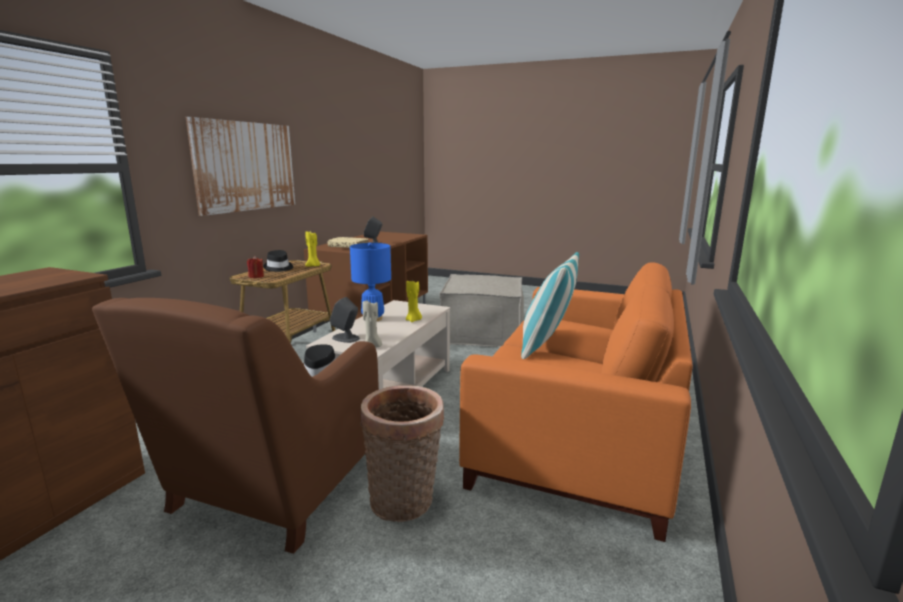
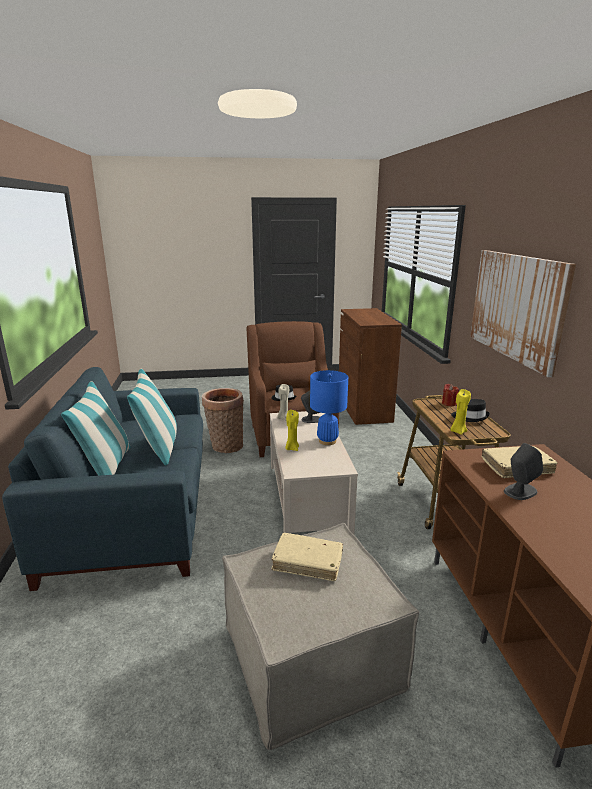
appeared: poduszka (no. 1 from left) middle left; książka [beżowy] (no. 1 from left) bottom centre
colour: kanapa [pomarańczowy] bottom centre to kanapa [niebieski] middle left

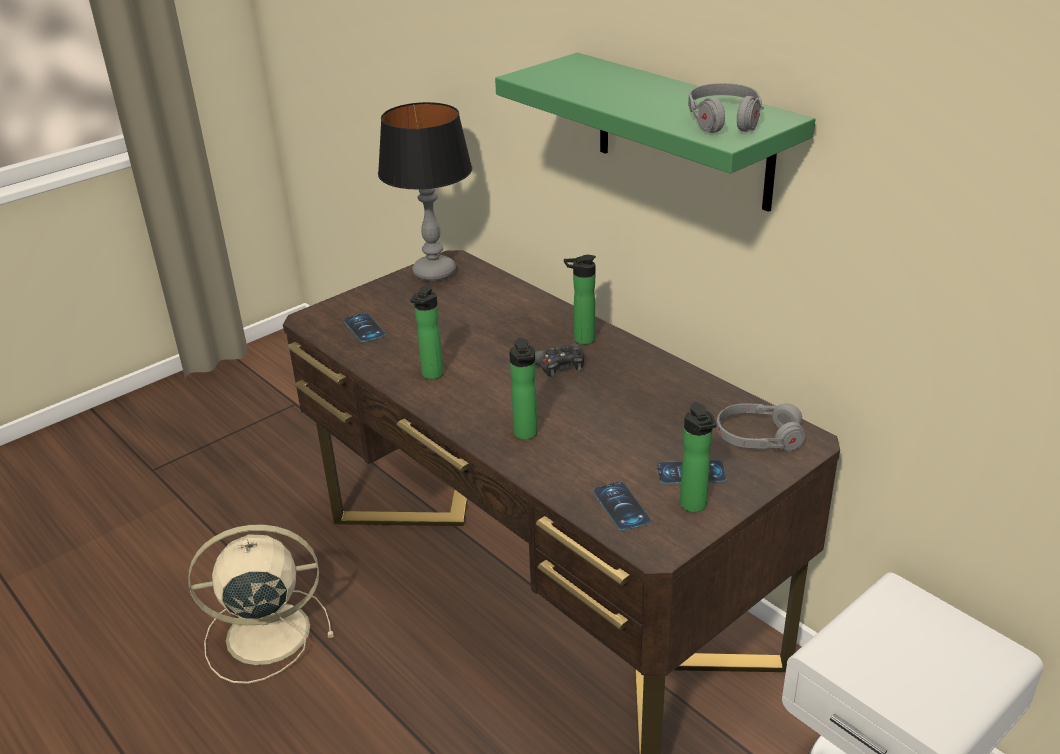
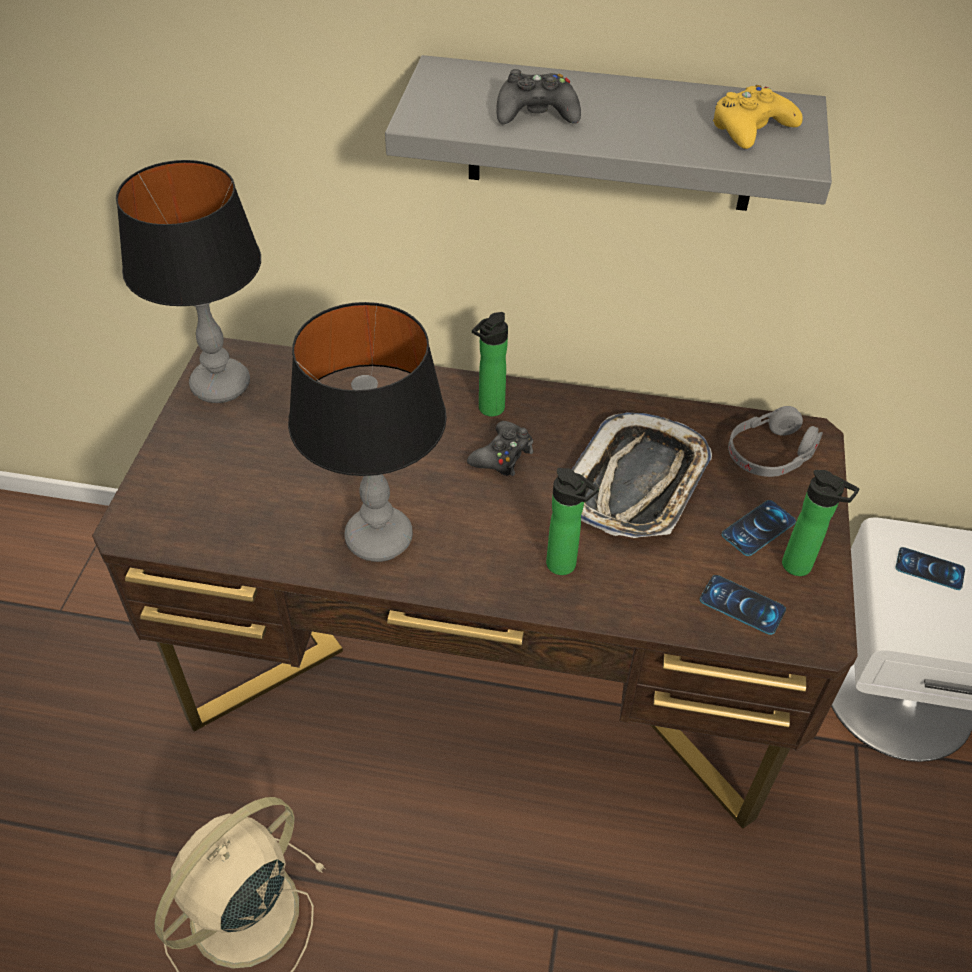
appeared: pad do gier [czarny] (no. 2 from left) top centre; taca centre
relocated: telefon (no. 1 from left in the first image) centre to telefon (no. 3 from left) middle right
exchanged: butelka (no. 1 from left) centre to lampa stołowa (no. 2 from left) centre; słuchawki [szary] (no. 1 from left) top right to pad do gier [żółty] top right
colour: półka [zielony] top centre to półka [szary] top centre

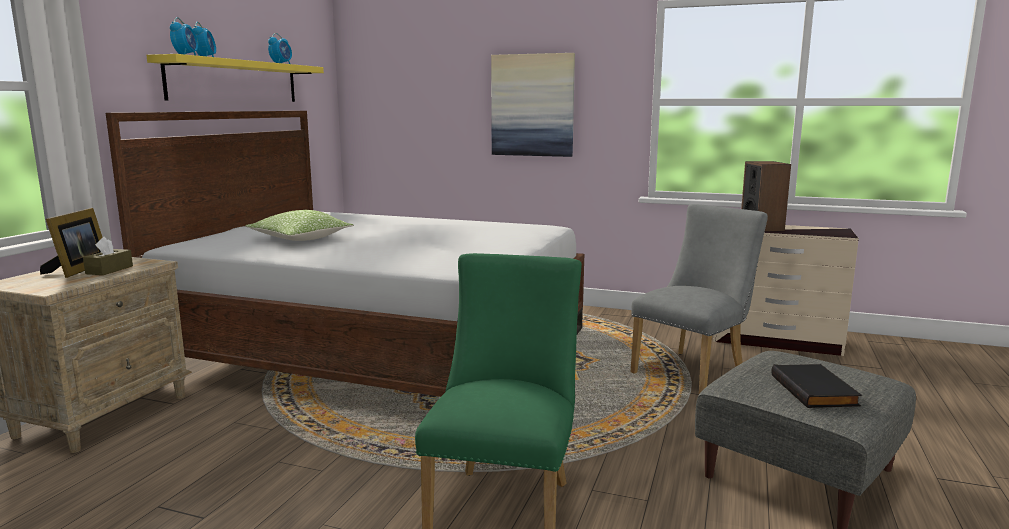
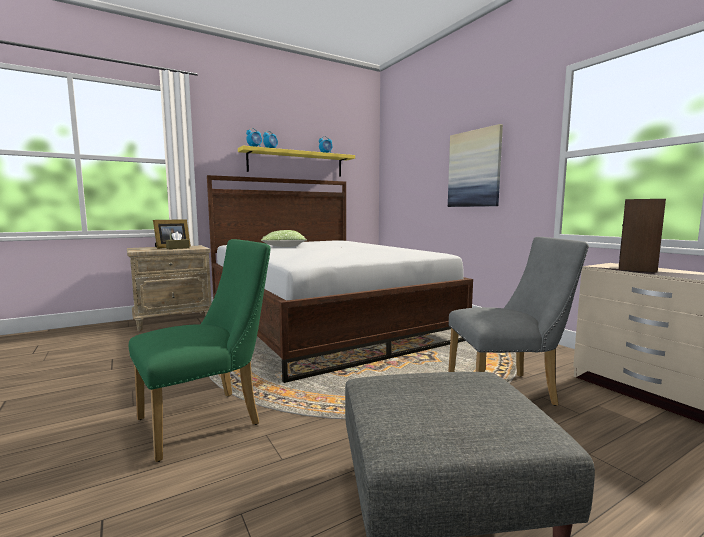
missing: książka [czarny] bottom right

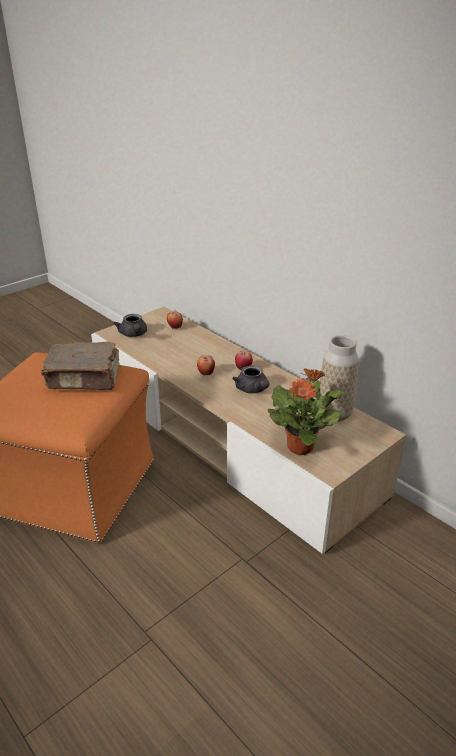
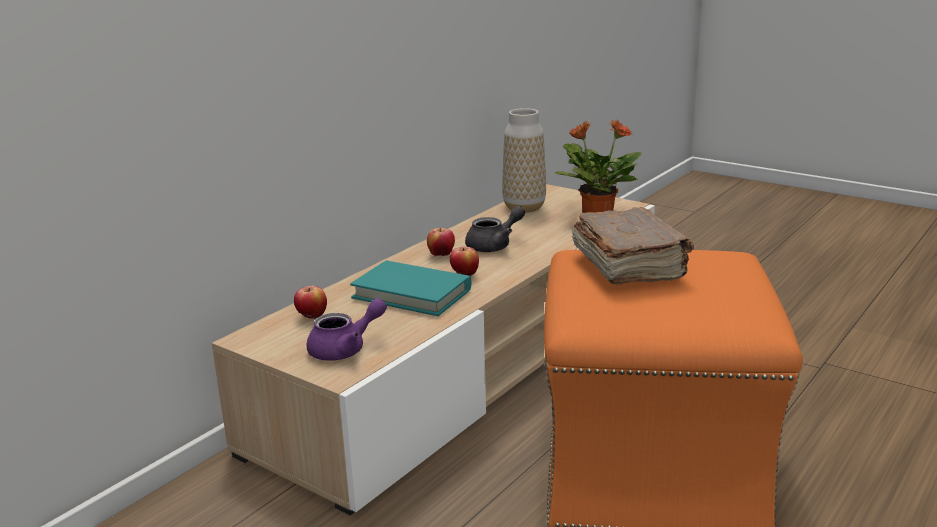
appeared: książka [turkusowy] centre
colour: imbryk [szary] (no. 1 from left) middle left to imbryk [fioletowy] centre

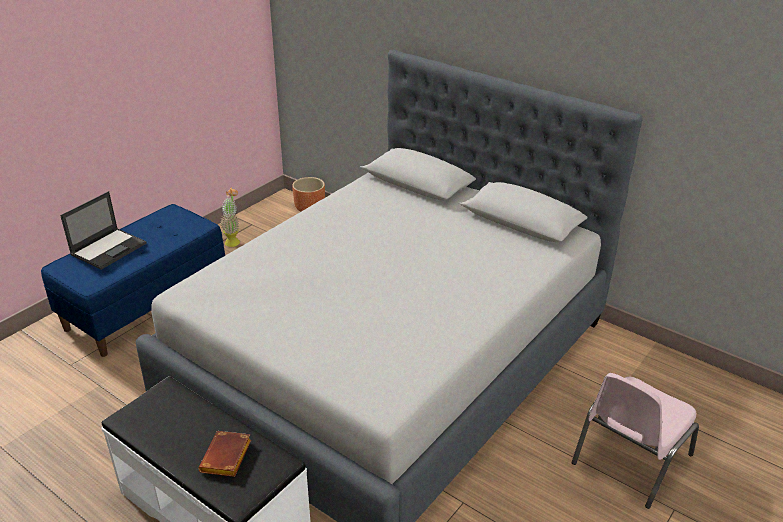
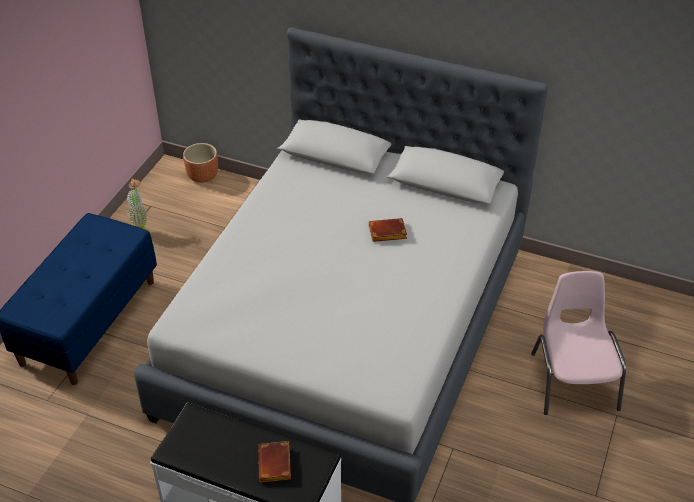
missing: laptop middle left
appeared: książka [brązowy] (no. 2 from left) centre
spun: krzesło [różowy] bottom right = bottom right 150 degrees clockwise

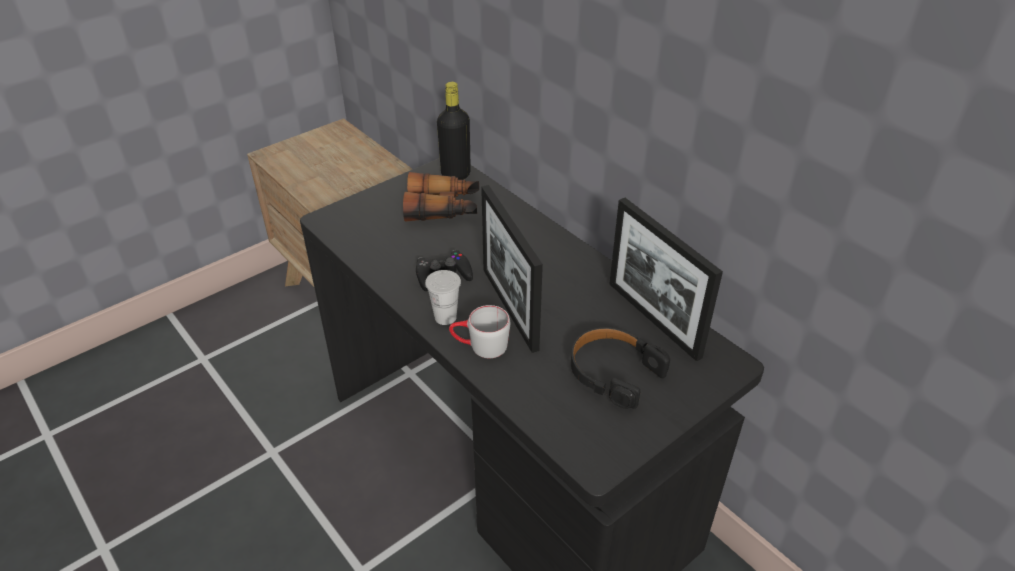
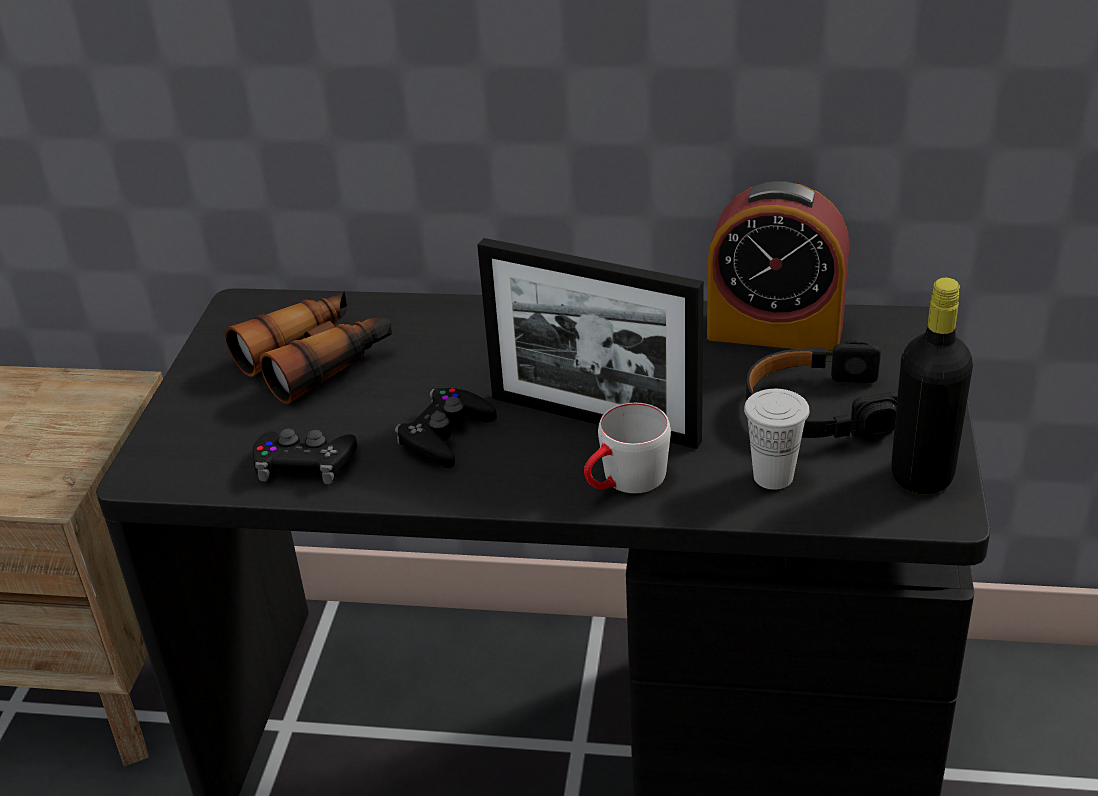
appeared: pad do gier [czarny] (no. 1 from left) middle left
relocated: filiżanka [biały] centre to middle right; butelka [czarny] top centre to middle right
exchanged: ramka na zdjęcie (no. 2 from left) centre to budzik middle right

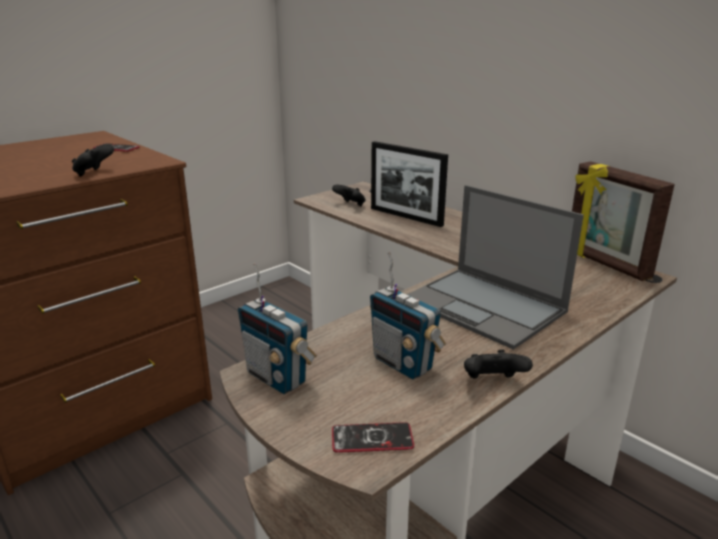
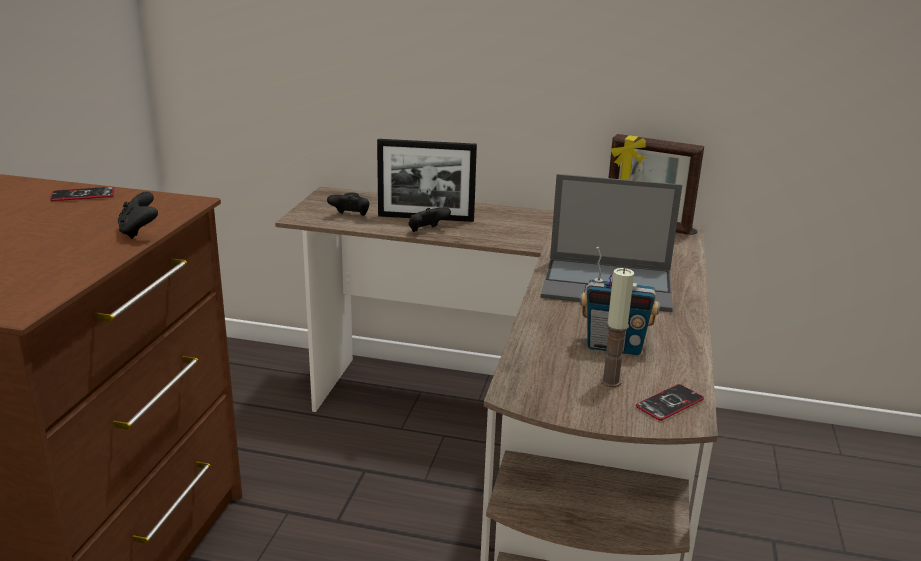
missing: radio (no. 1 from left) centre
appeared: świeca middle right
relocated: pad do gier [czarny] (no. 3 from left) bottom right to centre

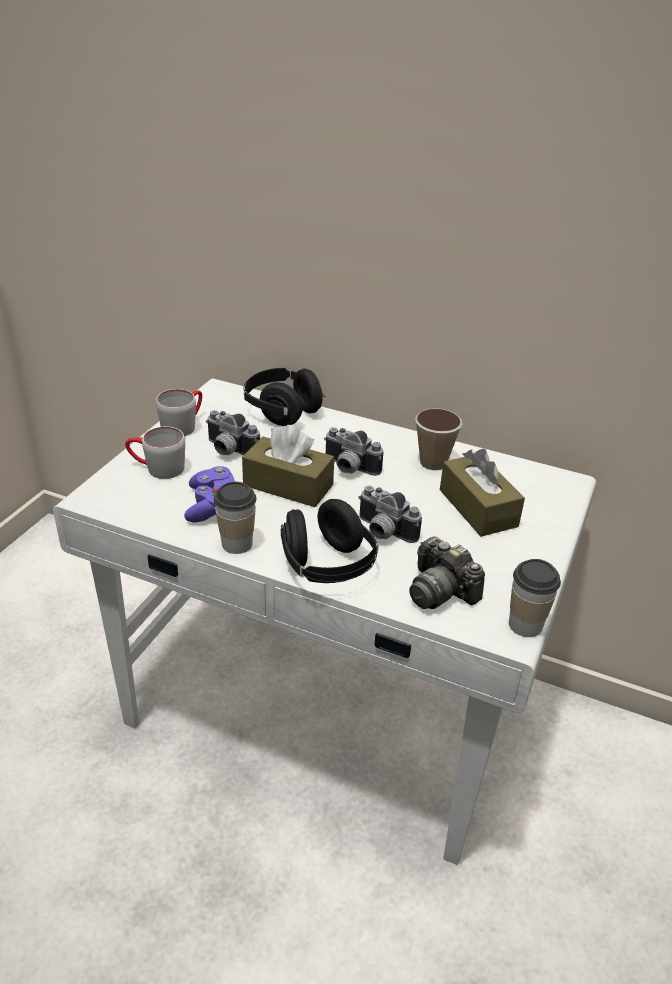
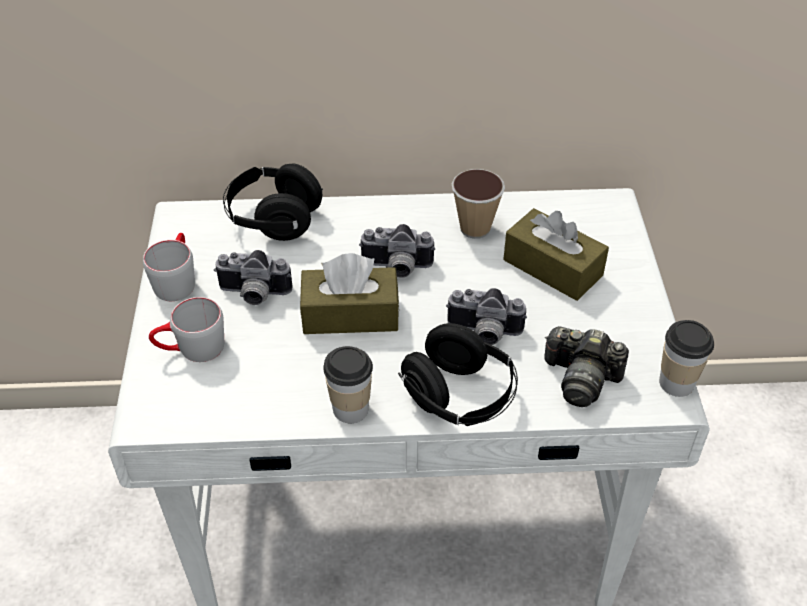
missing: pad do gier [fioletowy] middle left

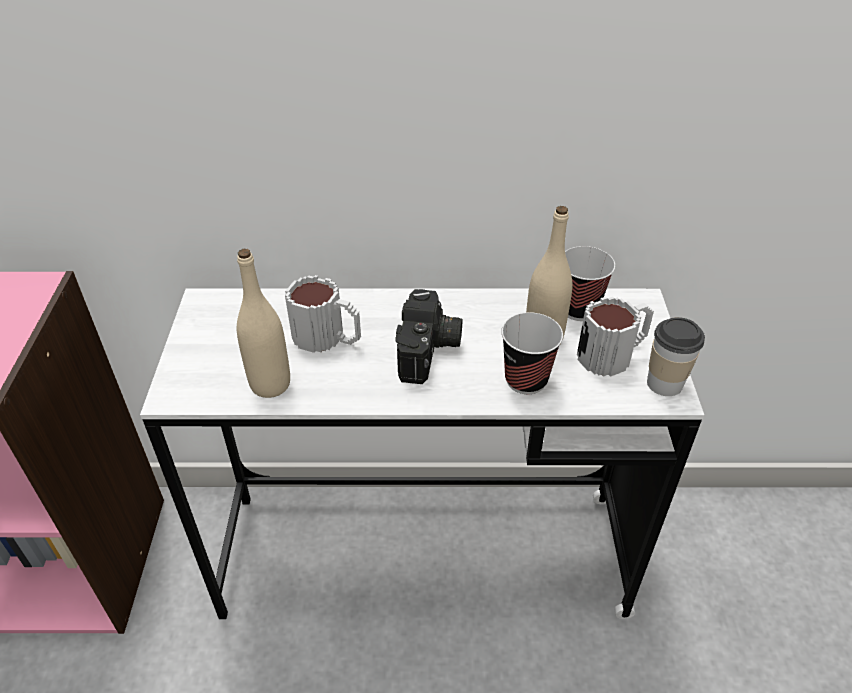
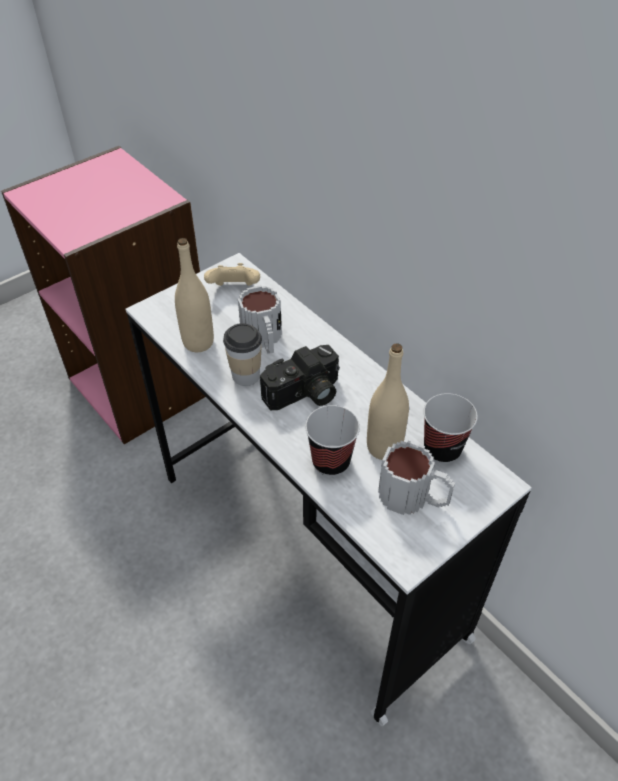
appeared: pad do gier [beżowy] centre
relocated: filiżanka (no. 3 from left in the first image) middle right to filiżanka (no. 1 from left) centre

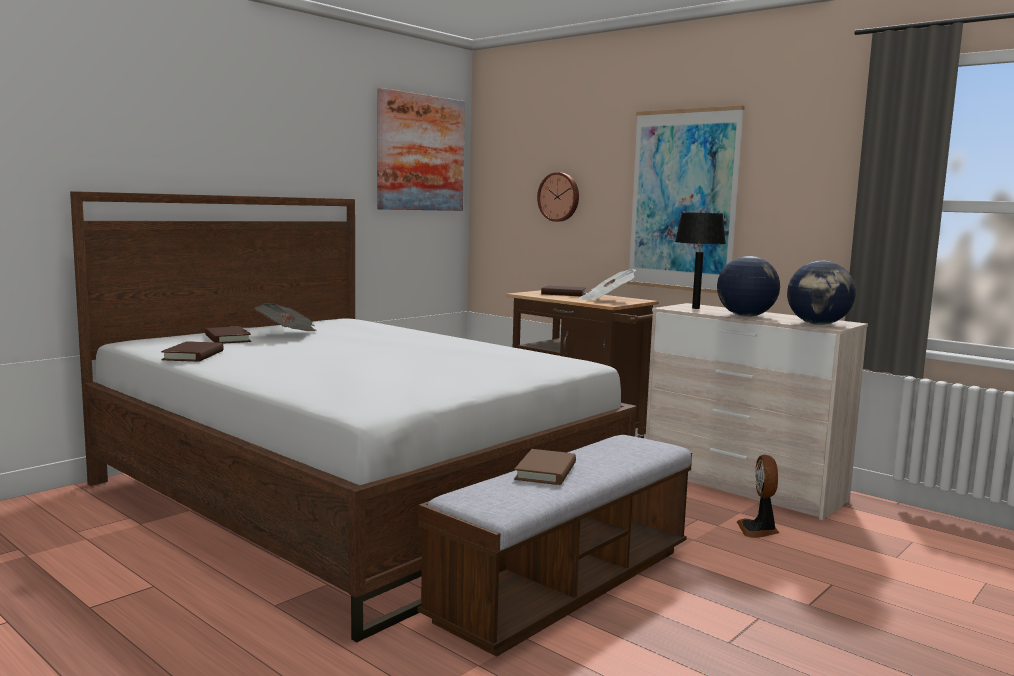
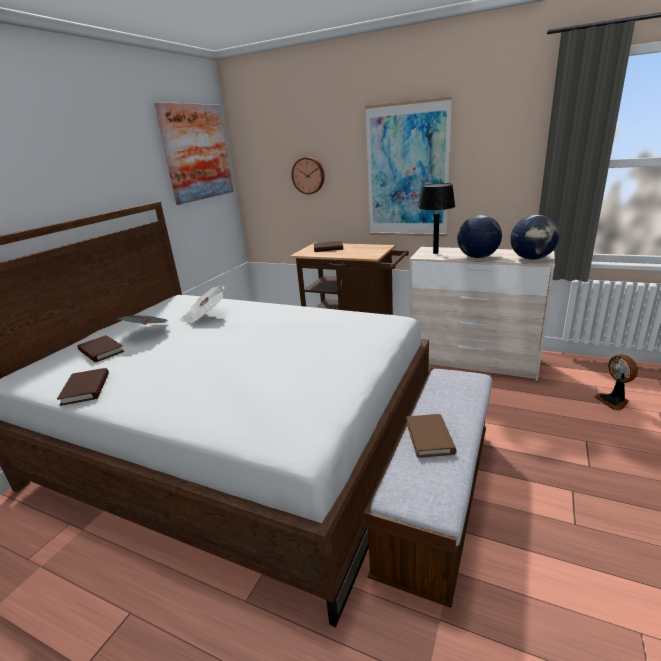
relocated: gazeta (no. 2 from left) centre to middle left; wentylator bottom right to middle right

